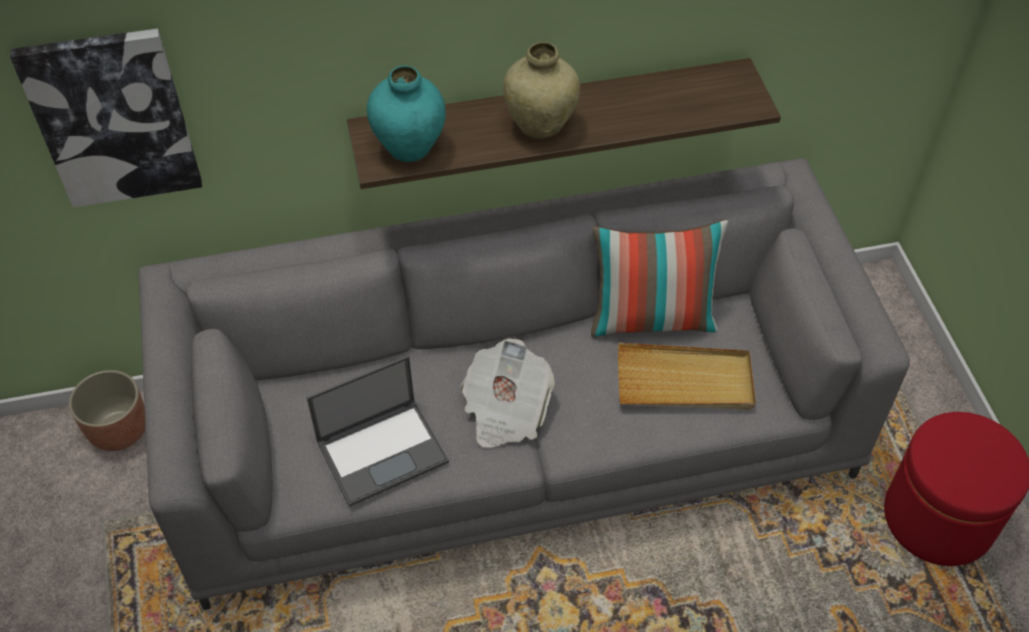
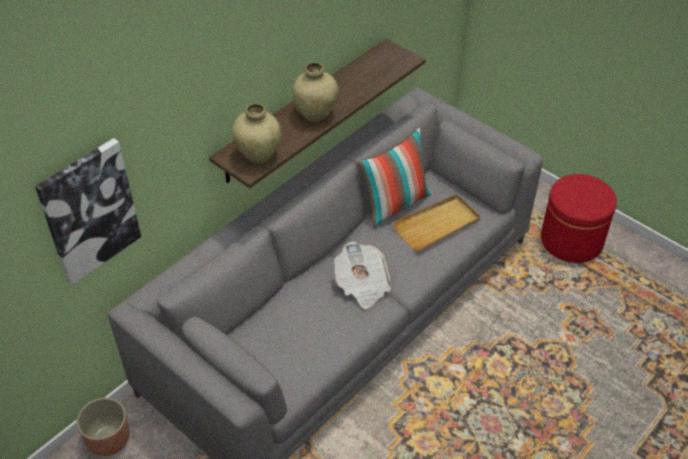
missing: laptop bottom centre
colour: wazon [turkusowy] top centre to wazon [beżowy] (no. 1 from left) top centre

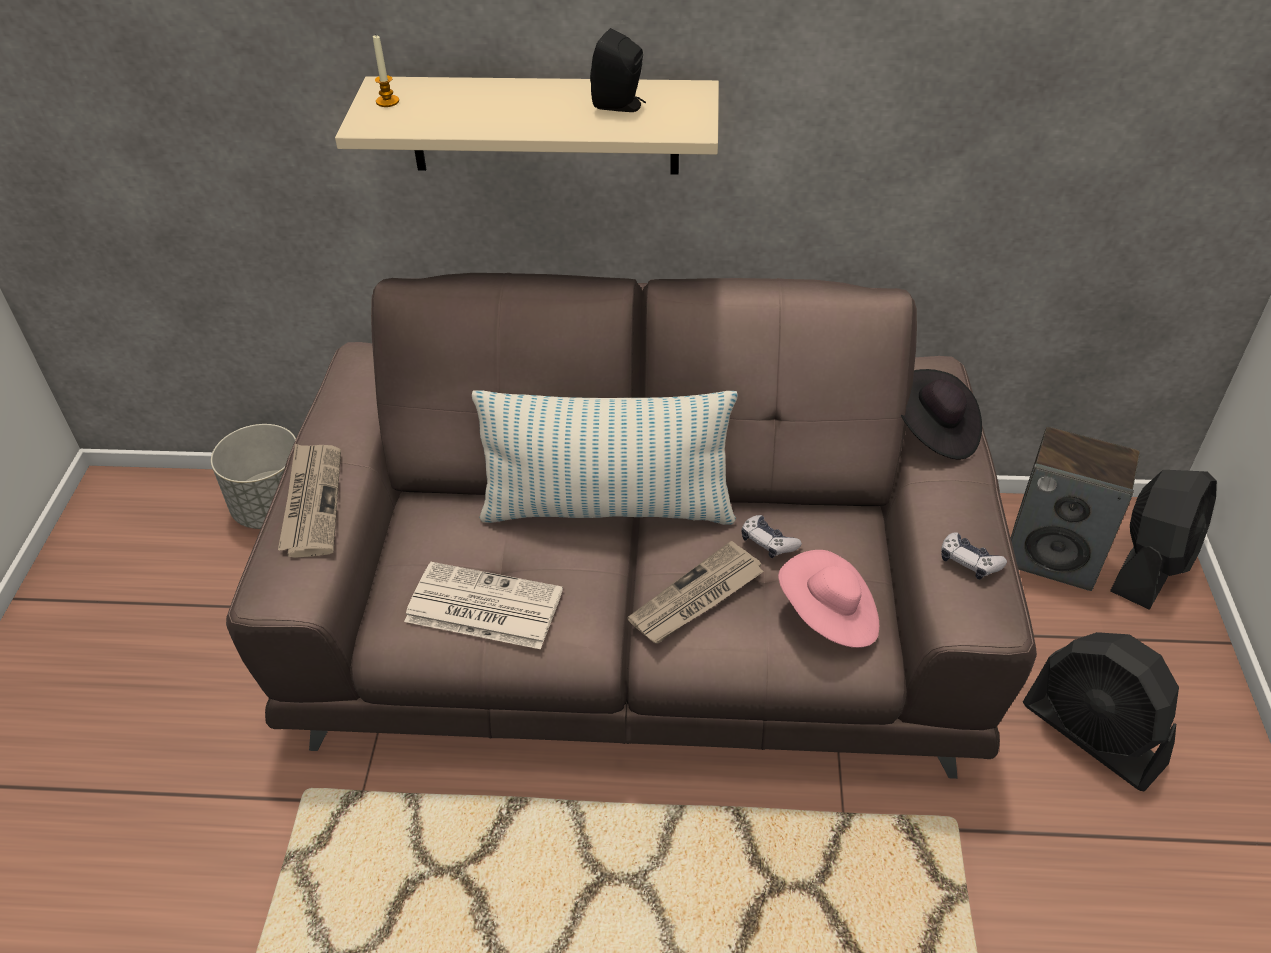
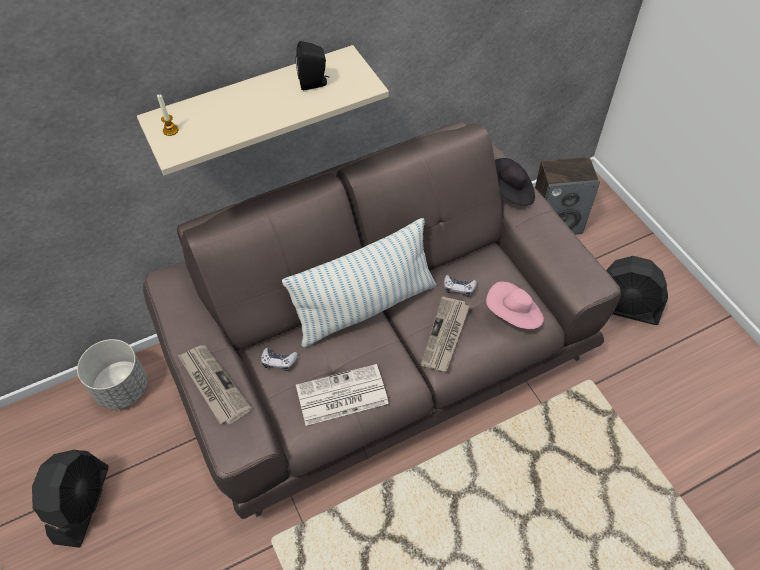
relocated: pad do gier (no. 2 from left in the first image) middle right to pad do gier (no. 1 from left) centre; wentylator [czarny] (no. 2 from left in the first image) middle right to wentylator [czarny] (no. 1 from left) bottom left

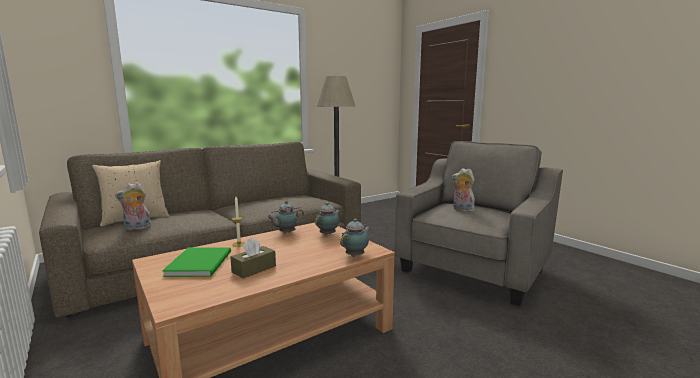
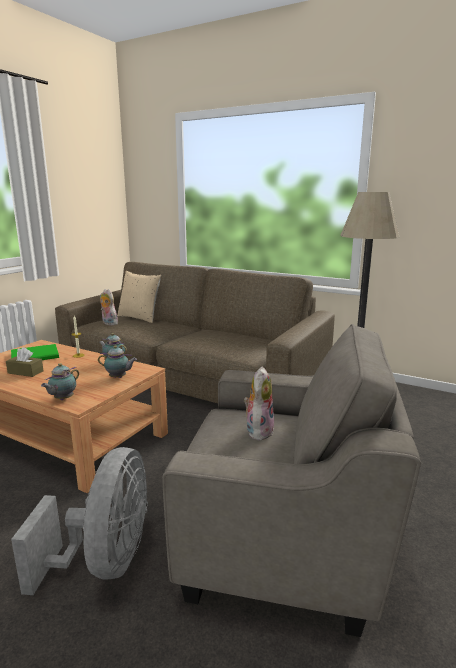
appeared: wentylator [szary] bottom left
spun: imbryk (no. 3 from left in the first image) centre = middle left 105 degrees clockwise

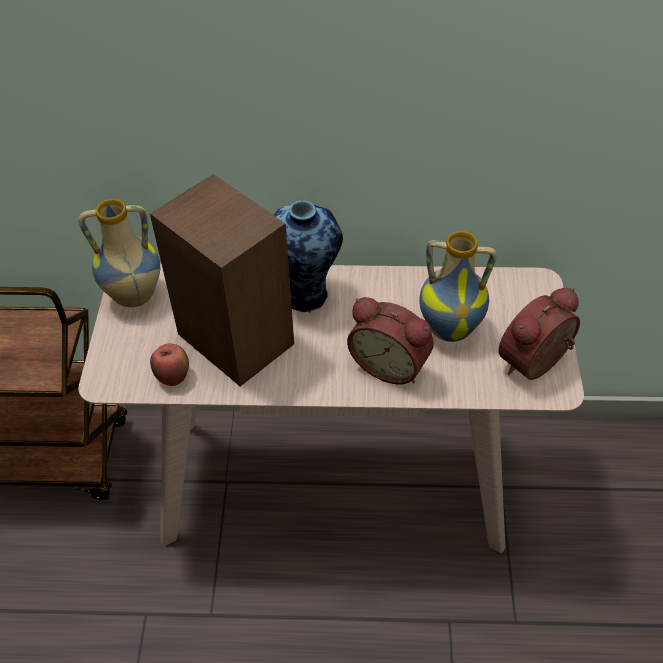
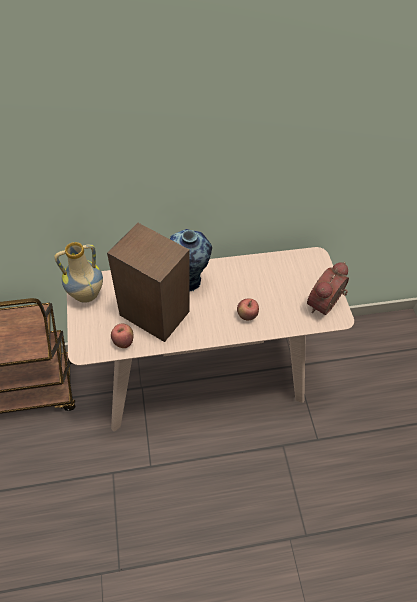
missing: wazon (no. 3 from left) middle right
exchanged: budzik (no. 1 from left) centre to jabłko (no. 2 from left) centre

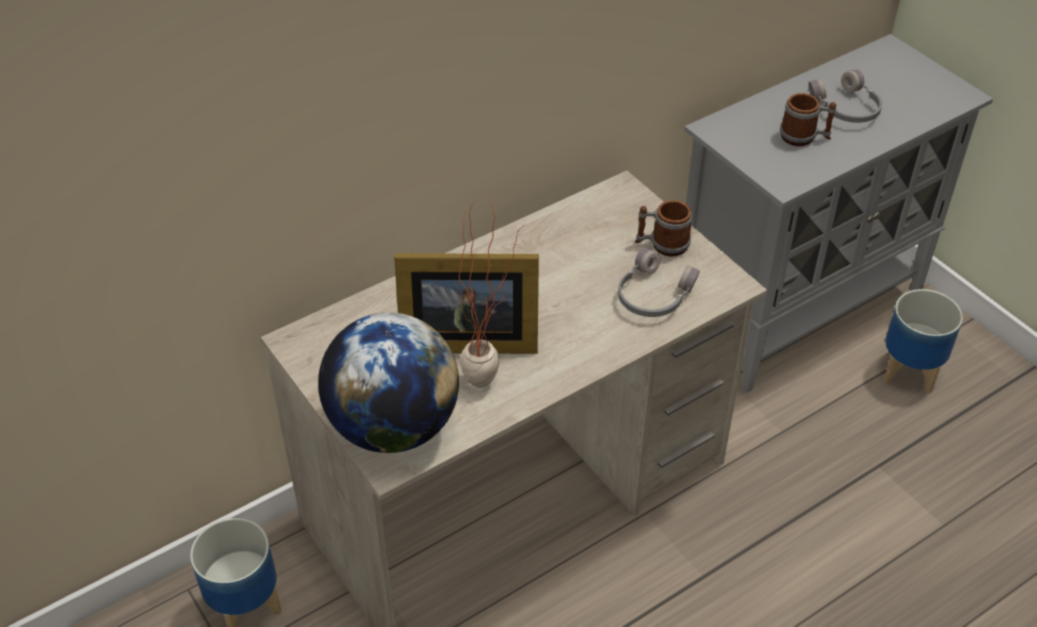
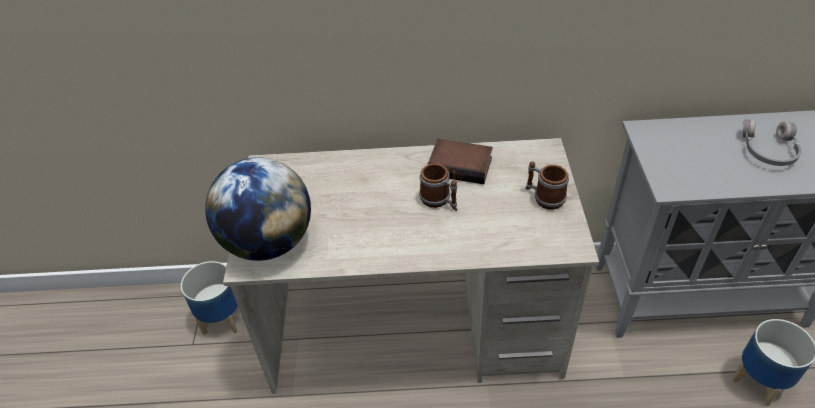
missing: ramka na zdjęcie centre; roślina doniczkowa centre; słuchawki [szary] (no. 1 from left) centre
appeared: książka centre
relocated: kubek (no. 2 from left in the first image) top right to kubek (no. 1 from left) centre

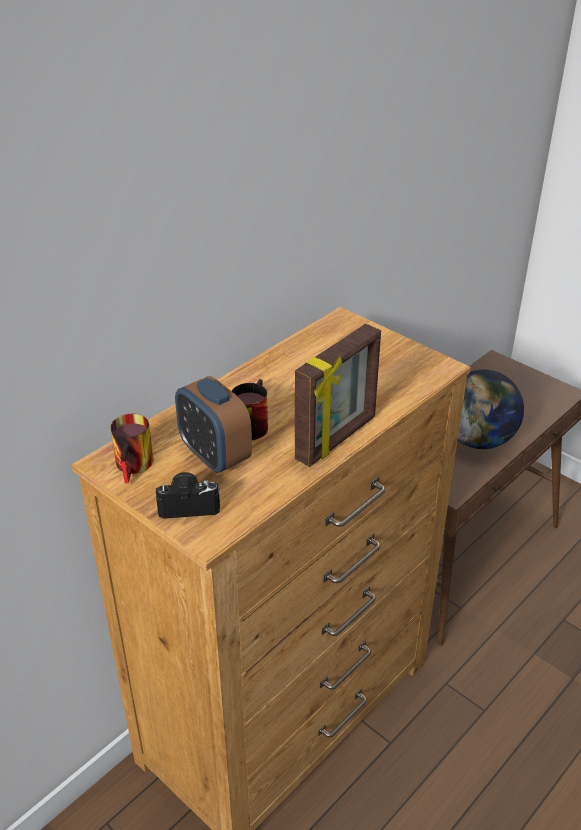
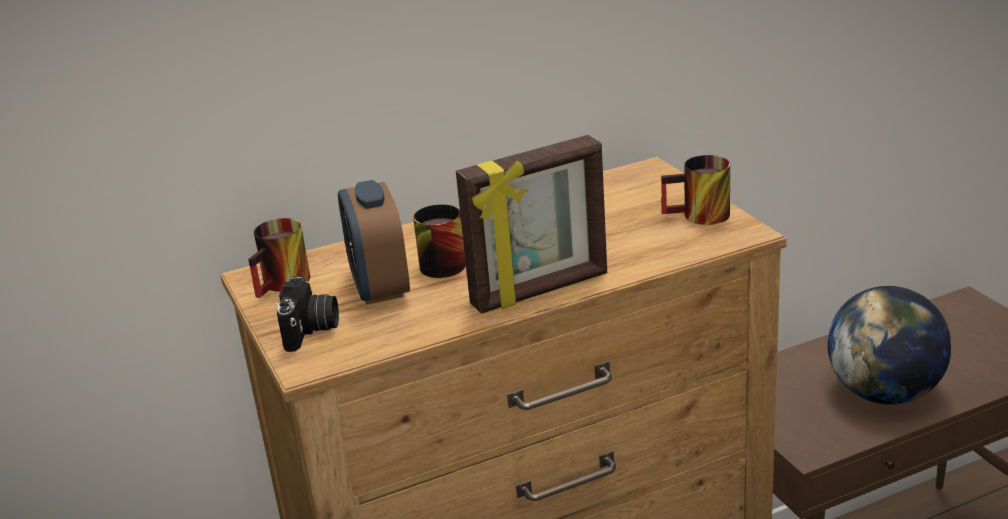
appeared: kubek (no. 3 from left) middle right
spun: aparat fotograficzny middle left = middle left 75 degrees clockwise

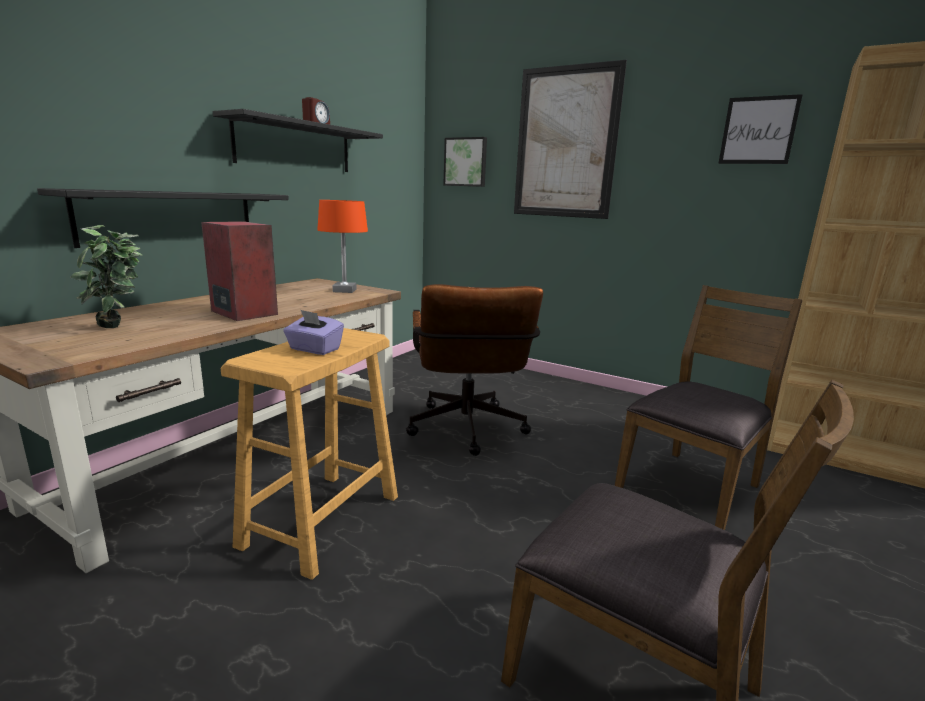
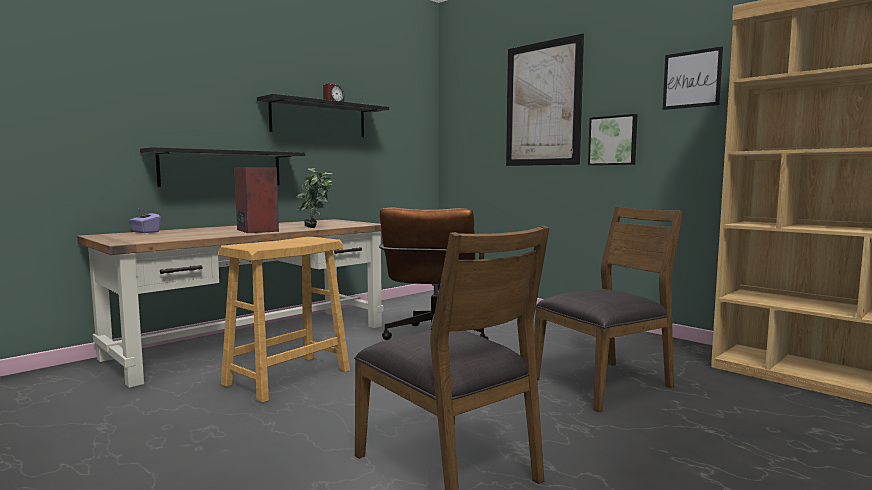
missing: lampa stołowa [pomarańczowy] centre
relocated: roślina doniczkowa middle left to centre; pudełko chusteczek [fioletowy] centre to middle left; obraz (no. 1 from left in the first image) top centre to obraz (no. 2 from left) top right

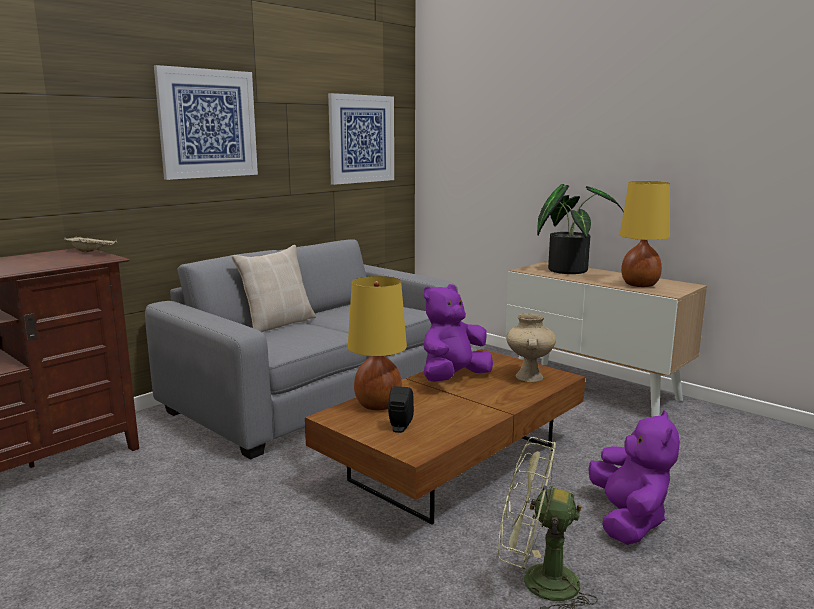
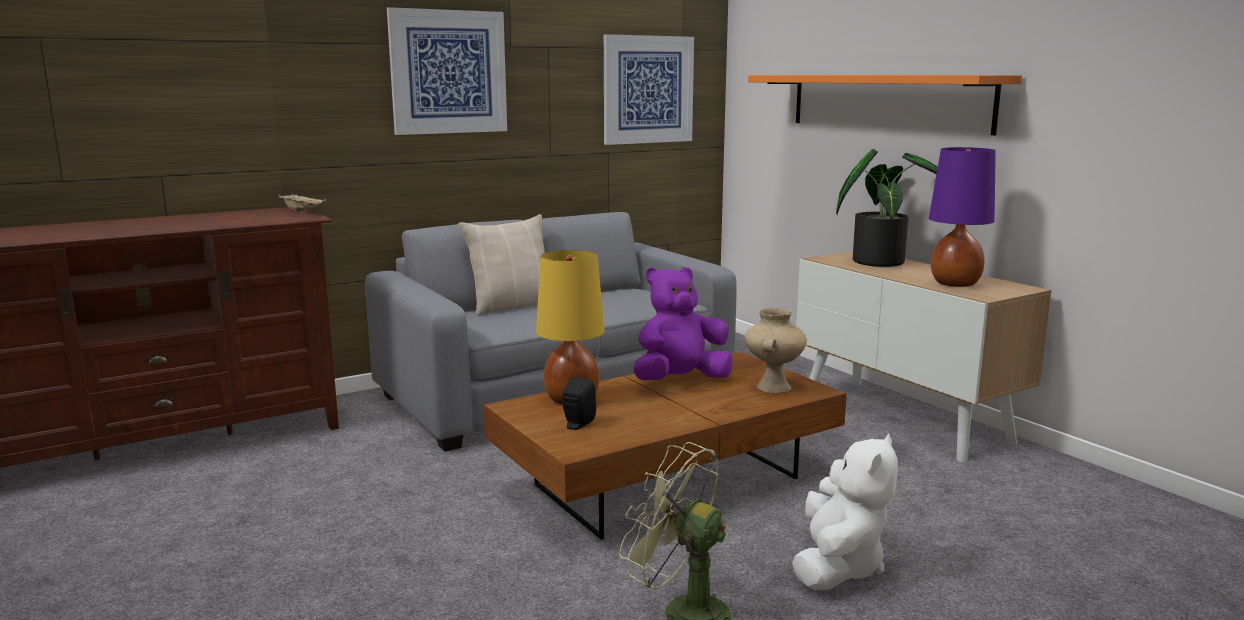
appeared: półka [pomarańczowy] top right
colour: pluszak [fioletowy] (no. 2 from left) bottom right to pluszak [biały] bottom right; lampa stołowa [żółty] (no. 2 from left) middle right to lampa stołowa [fioletowy] middle right

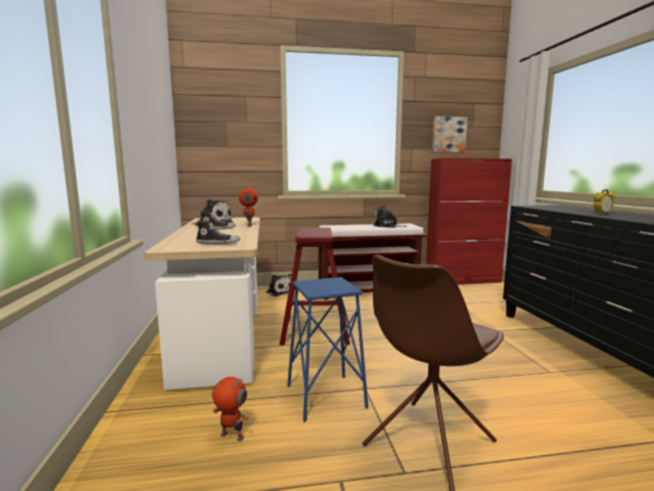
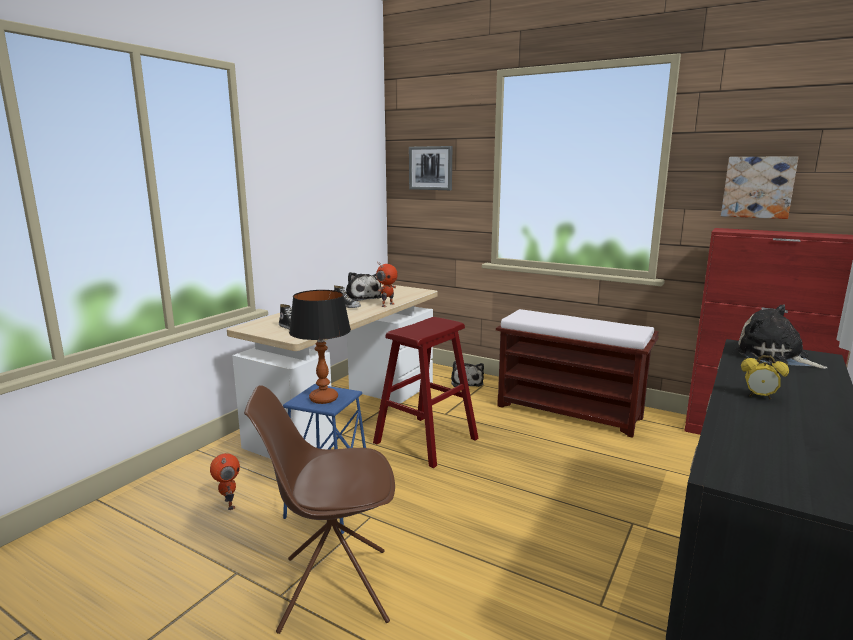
appeared: lampa stołowa centre; obraz (no. 1 from left) top centre
relocated: pluszak (no. 3 from left) centre to middle right

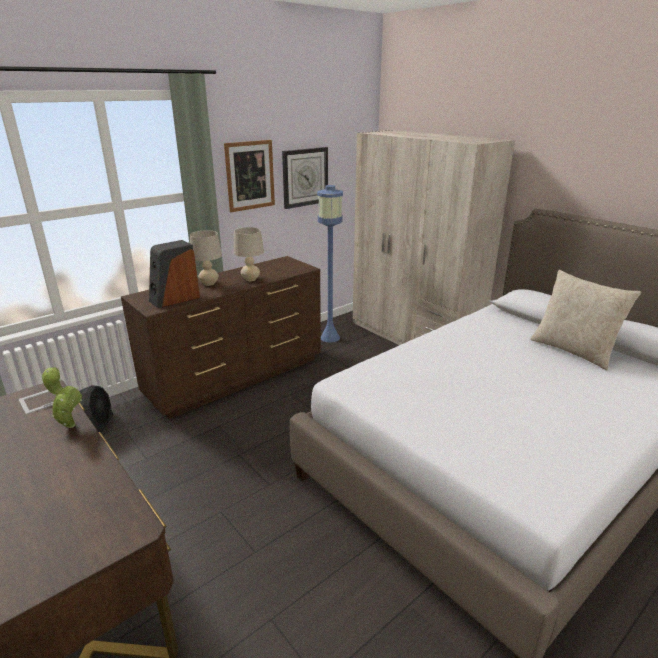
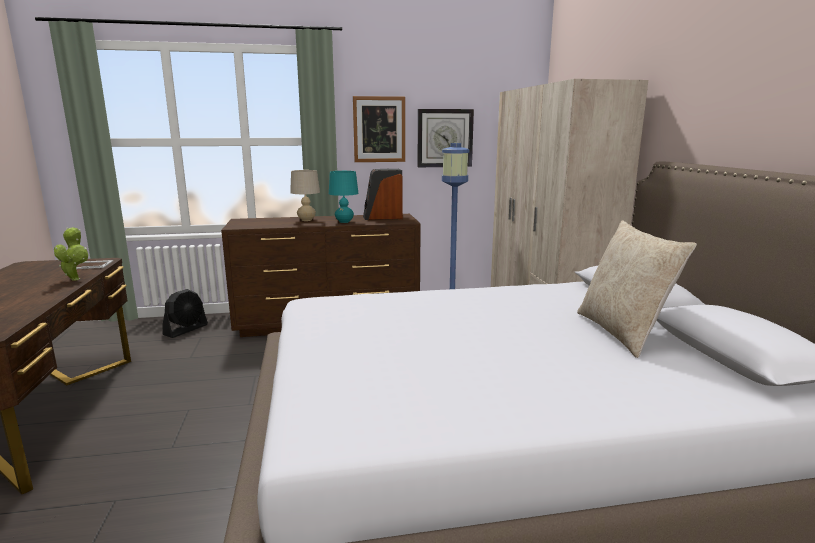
relocated: głośnik middle left to centre
colour: lampa stołowa [beżowy] (no. 2 from left) centre to lampa stołowa [turkusowy] centre

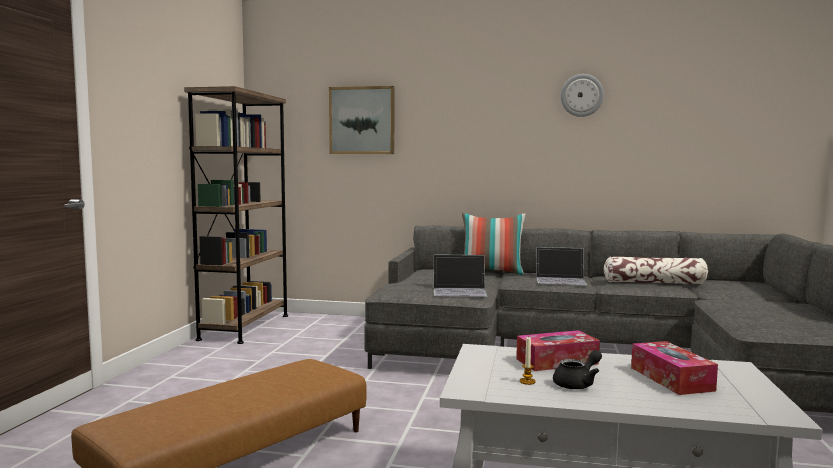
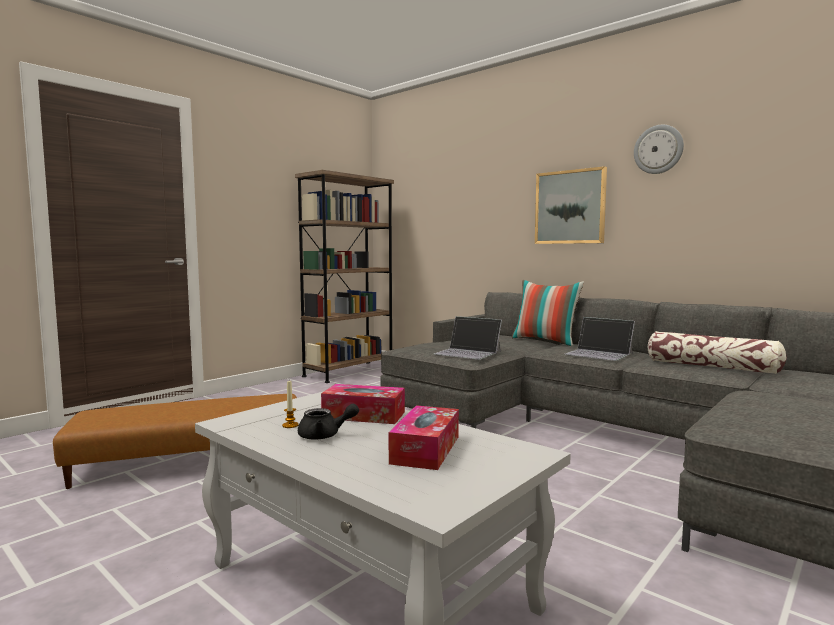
relocated: obraz top centre to top right

